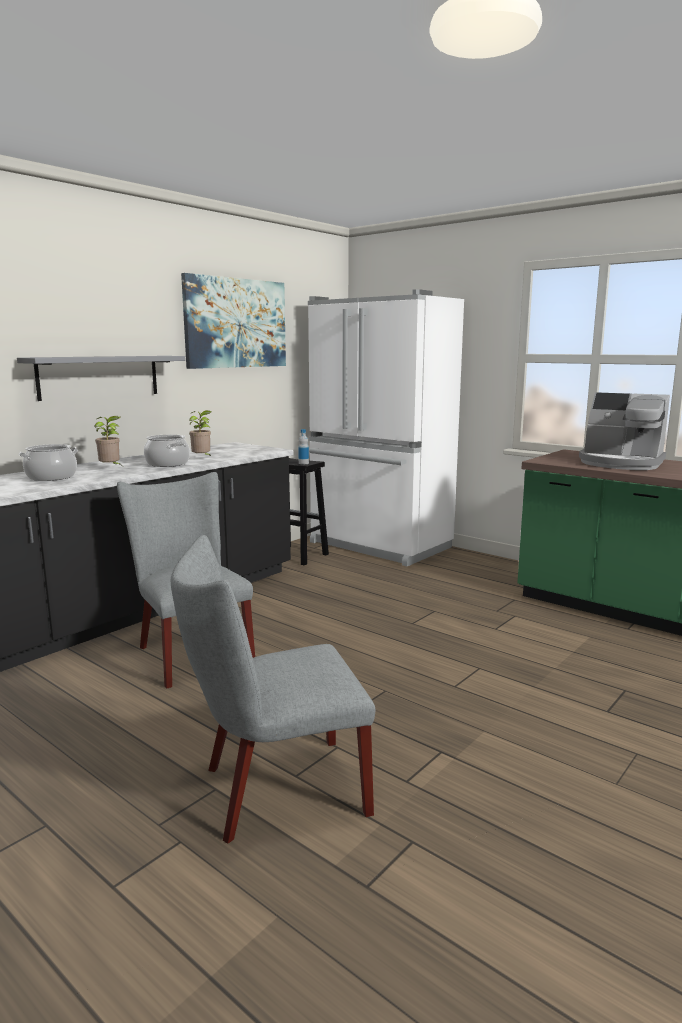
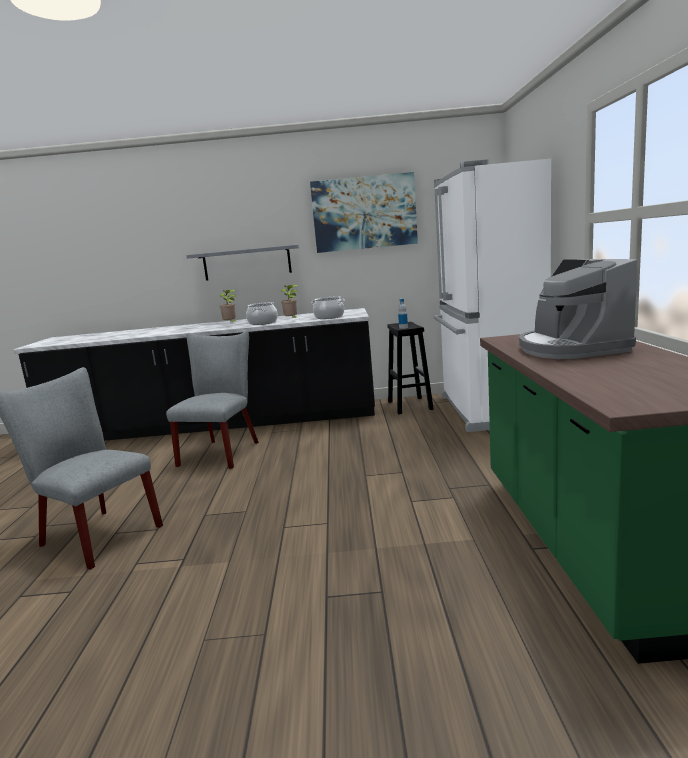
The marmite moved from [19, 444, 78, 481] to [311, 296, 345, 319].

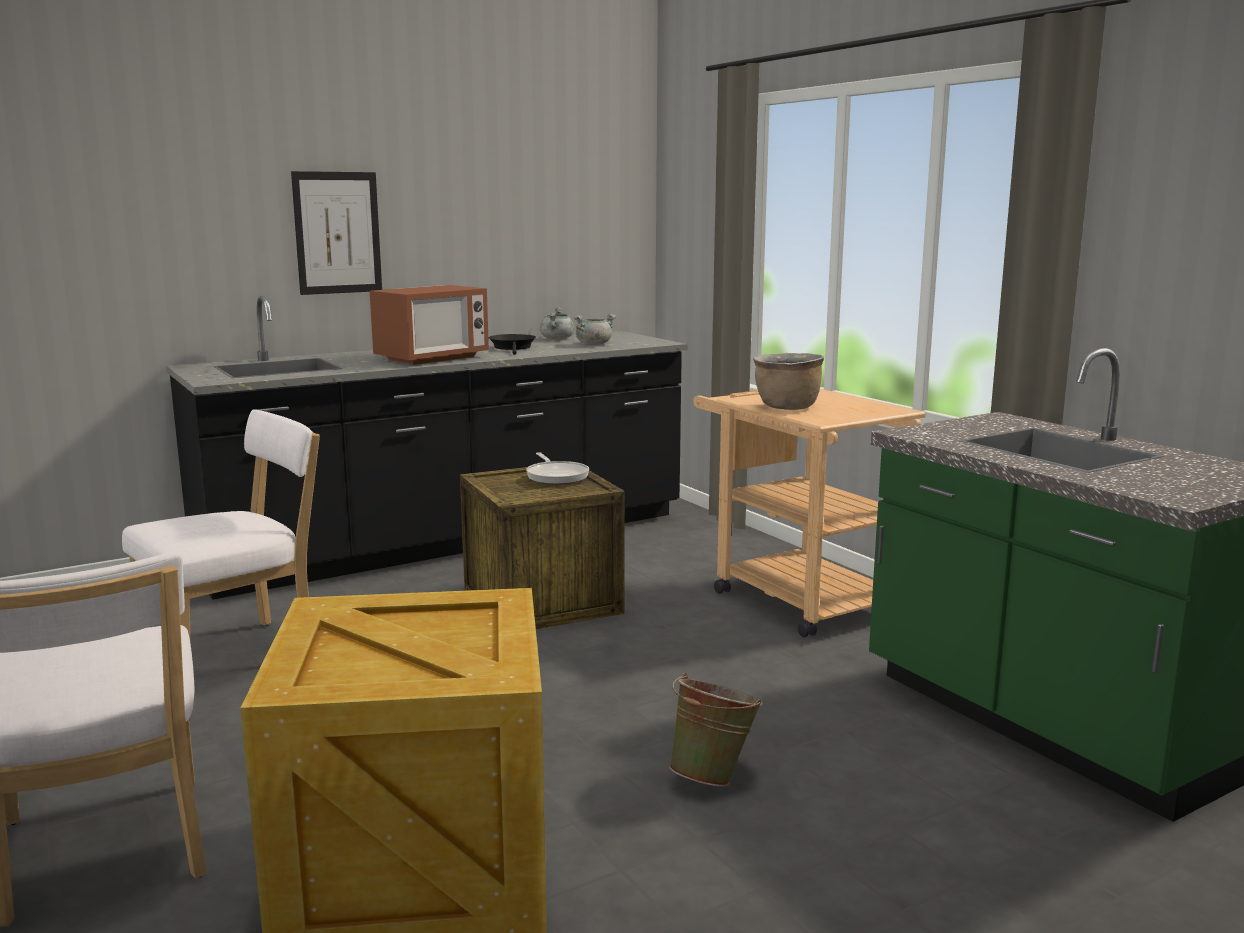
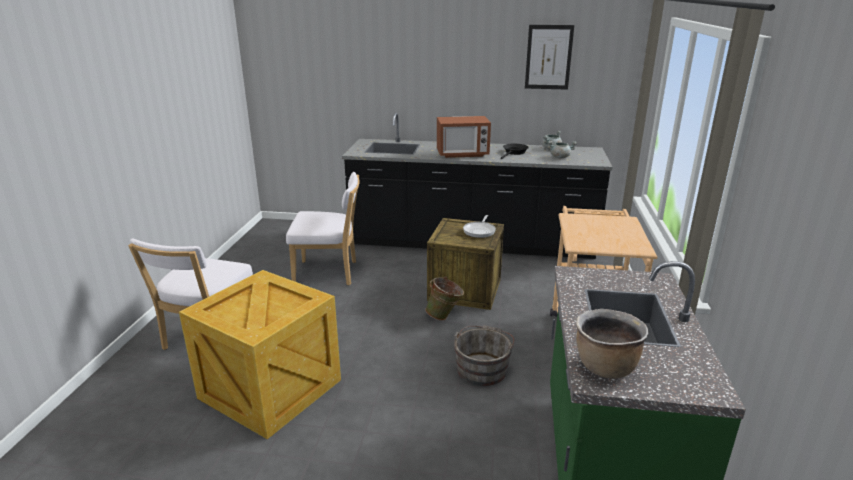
The seau (vert) moved from [669, 673, 763, 787] to [425, 276, 464, 321]. The seau (gris) at [454, 325, 514, 386] appeared. The tableau moved from [291, 171, 382, 295] to [525, 25, 574, 90]. The marmite (marron) moved from [753, 353, 824, 410] to [576, 309, 648, 379].

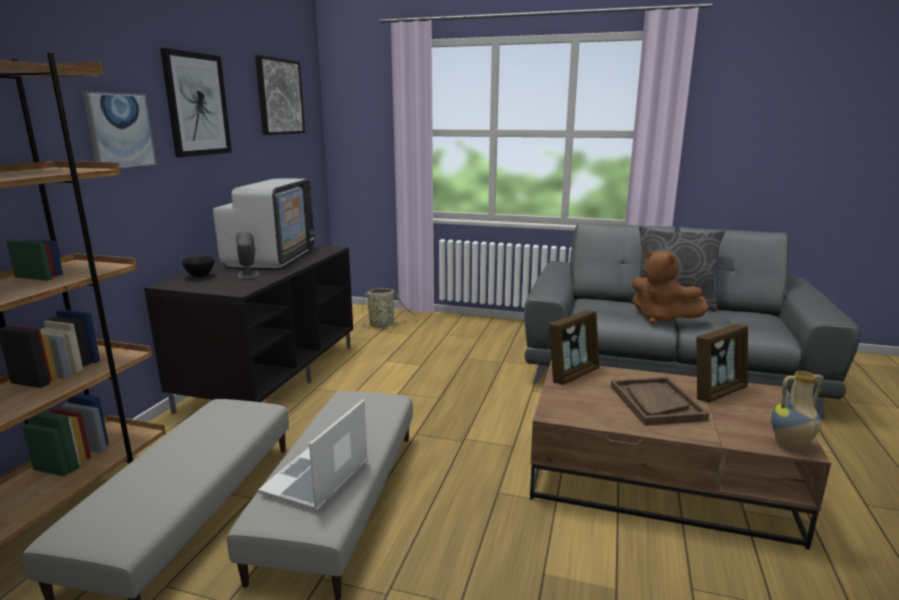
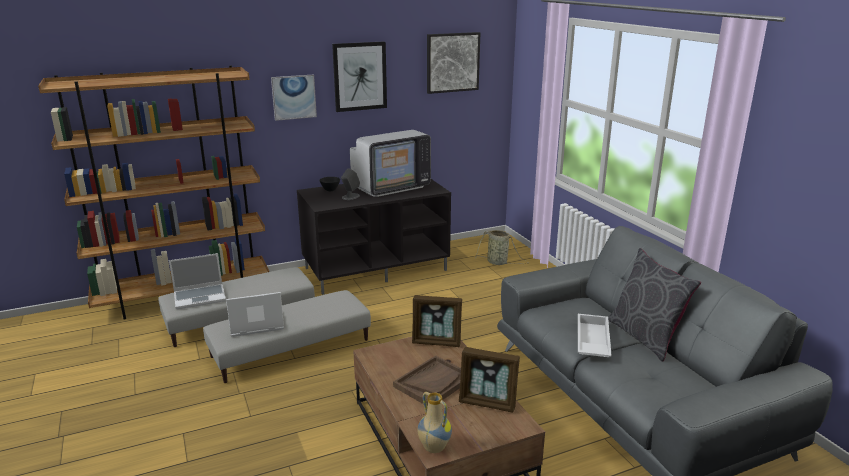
The ordinateur portable at [169, 253, 226, 309] appeared. The peluche (marron) at [632, 250, 709, 324] was replaced by the plateau (blanc) at [578, 314, 612, 357].

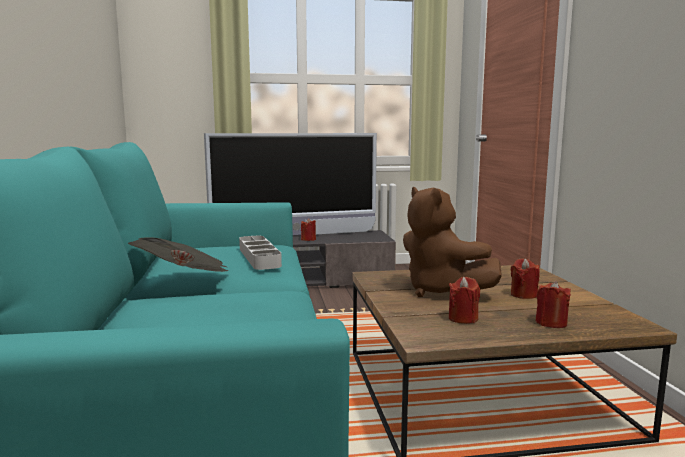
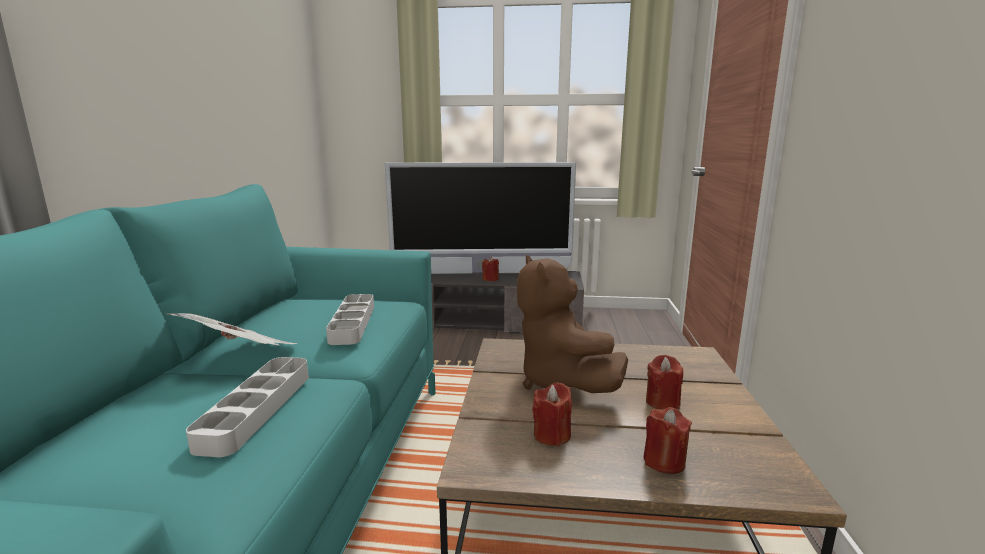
The plateau (gris) at [186, 357, 309, 457] appeared.

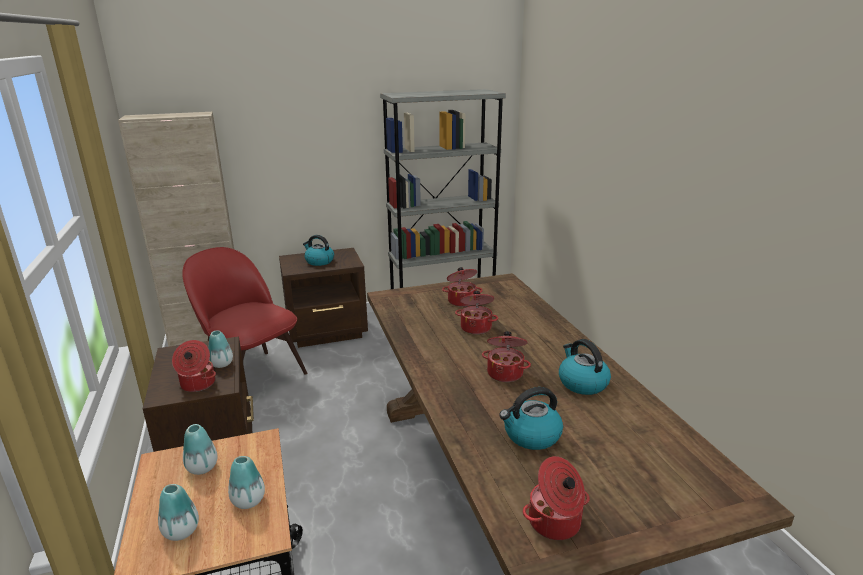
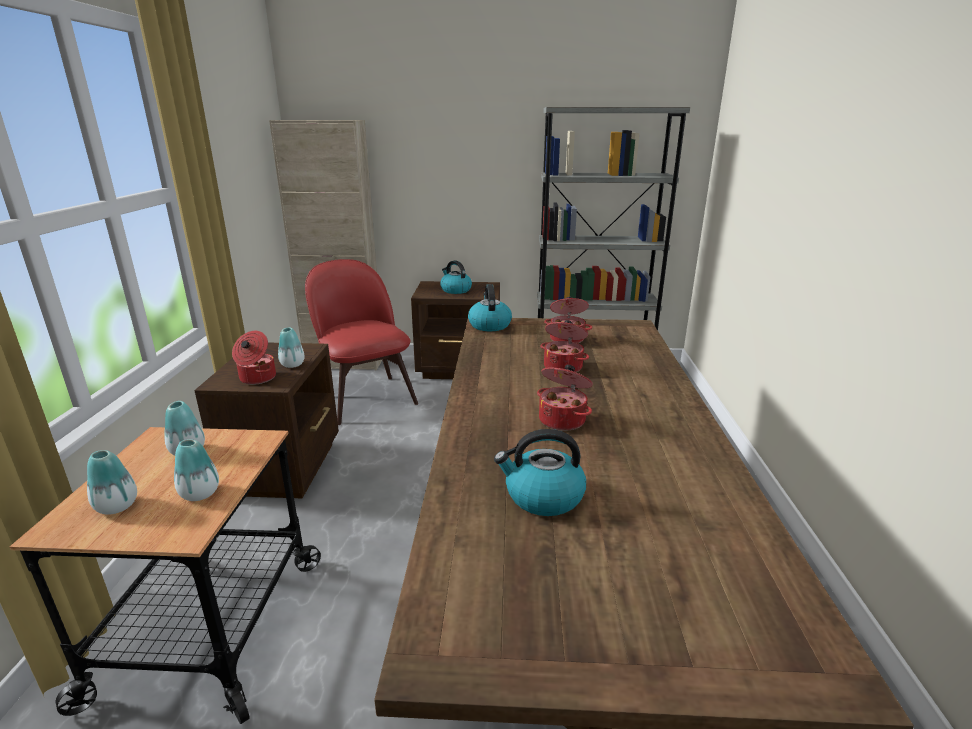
The bouilloire moved from [559, 339, 611, 395] to [468, 284, 512, 331]. The marmite at [523, 456, 590, 540] disappeared.

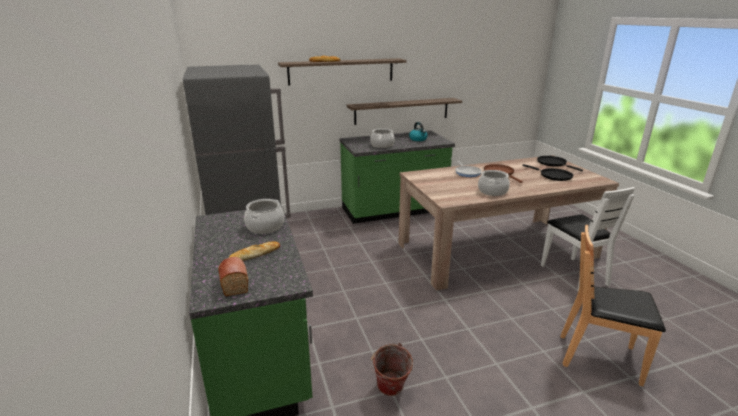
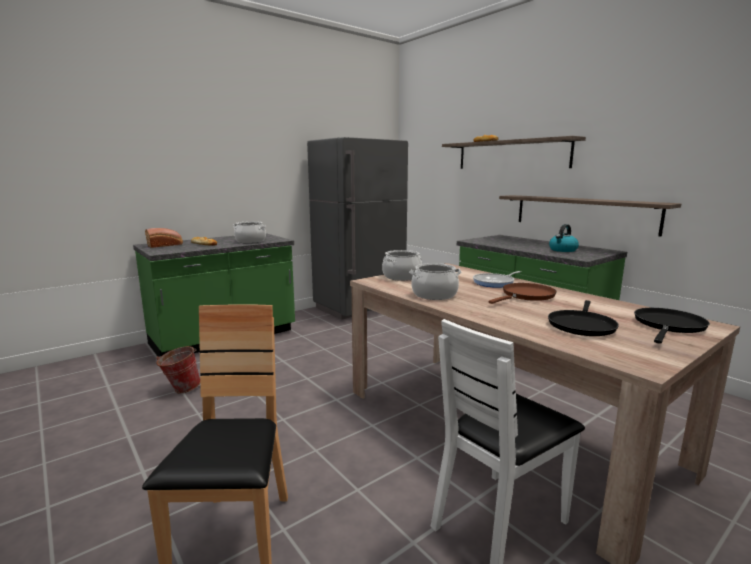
The marmite moved from [370, 128, 395, 148] to [382, 250, 422, 281].

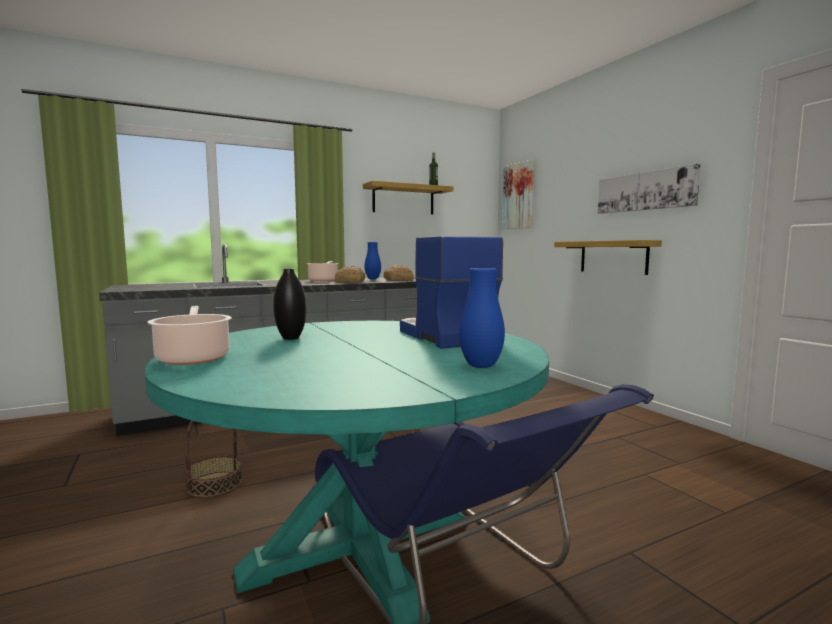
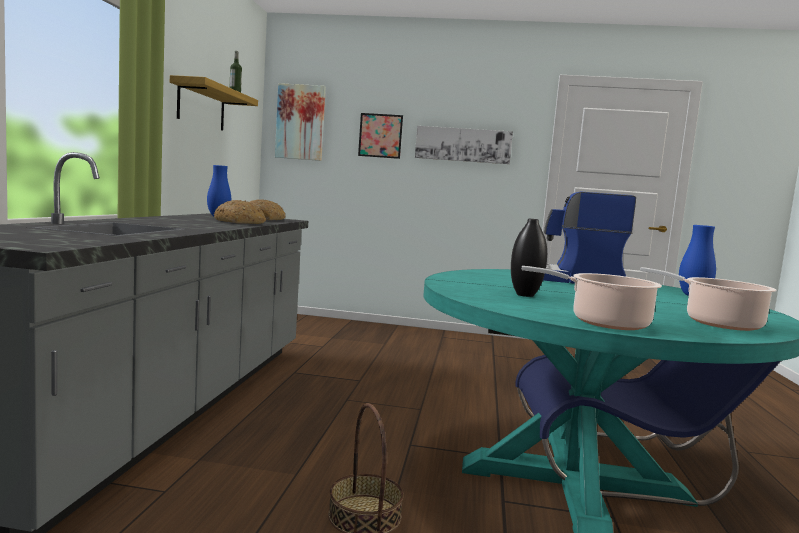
The tableau at [358, 113, 403, 159] appeared. The marmite moved from [308, 261, 339, 281] to [640, 267, 776, 331]. The étagère at [554, 240, 662, 275] disappeared.

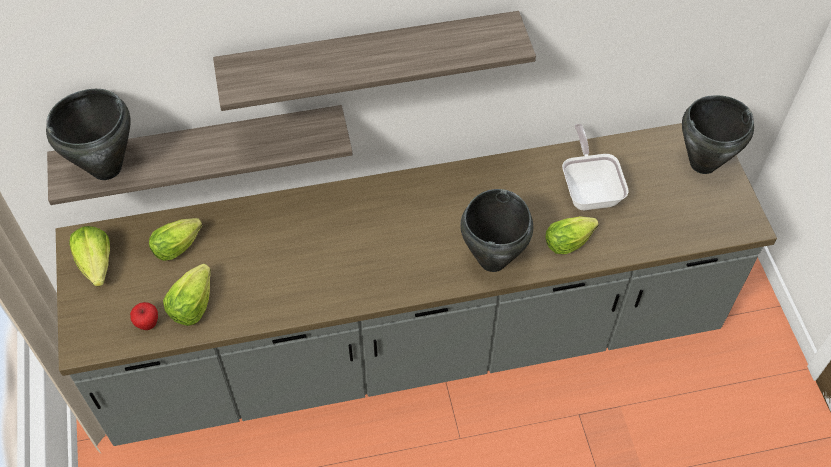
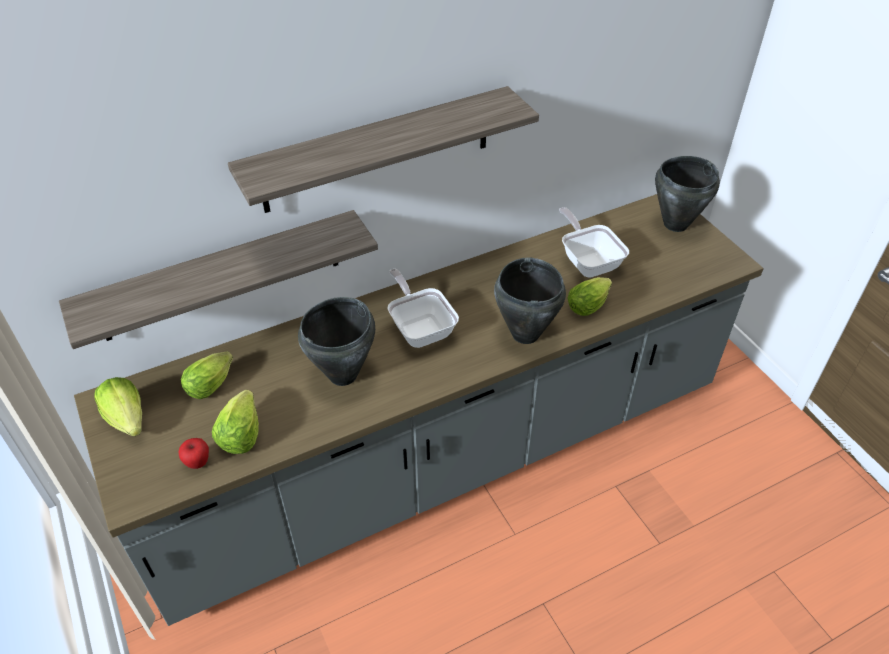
The marmite (noir) moved from [46, 89, 130, 180] to [298, 297, 375, 386]. The poêle at [387, 269, 459, 348] appeared.

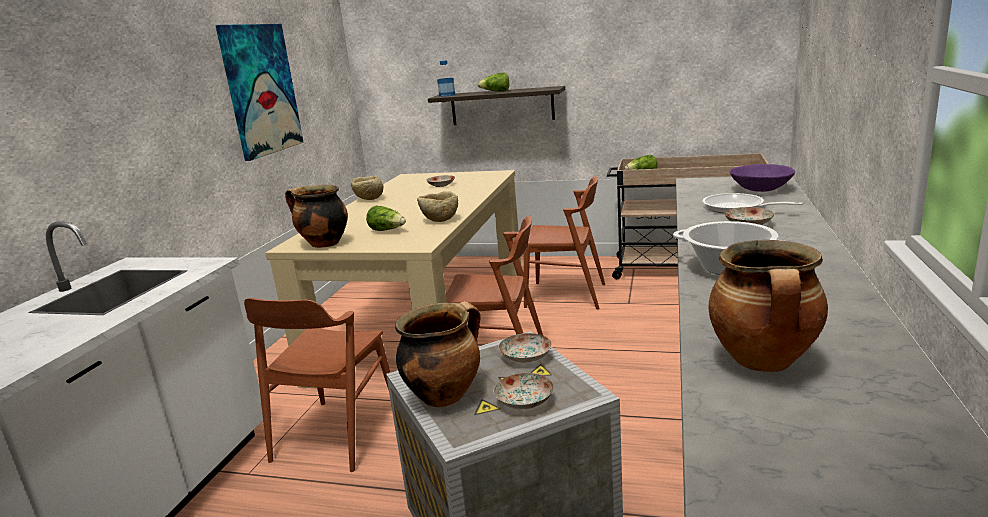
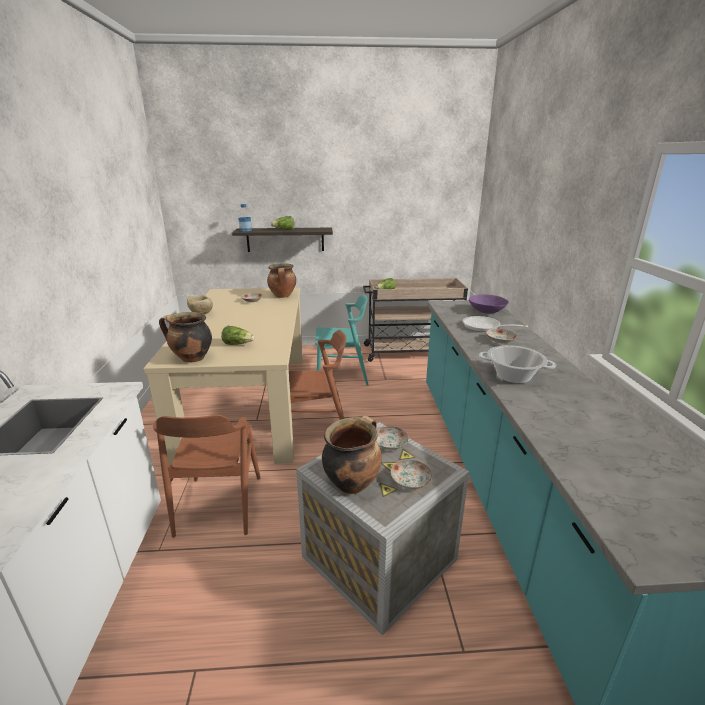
The marmite moved from [709, 240, 828, 372] to [267, 263, 296, 298]. The chaise (marron) at [524, 176, 605, 309] became the chaise (turquoise) at [315, 294, 368, 385]. The tableau at [215, 24, 304, 161] disappeared. The bol (beige) at [417, 191, 458, 222] disappeared.

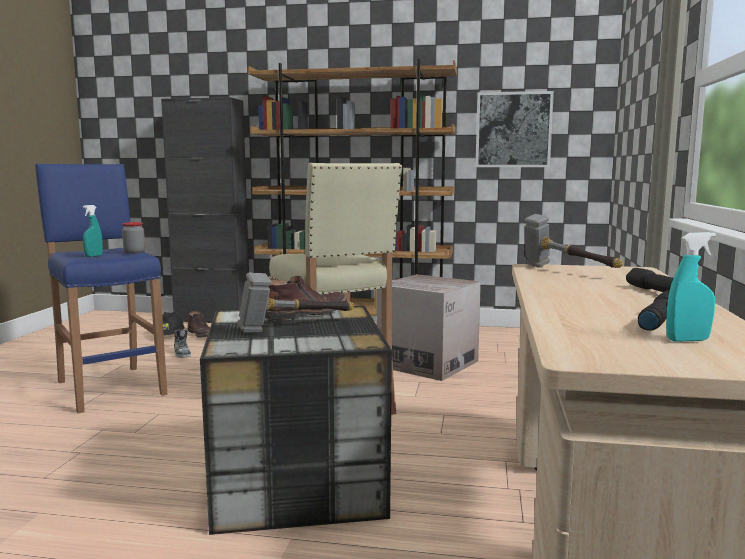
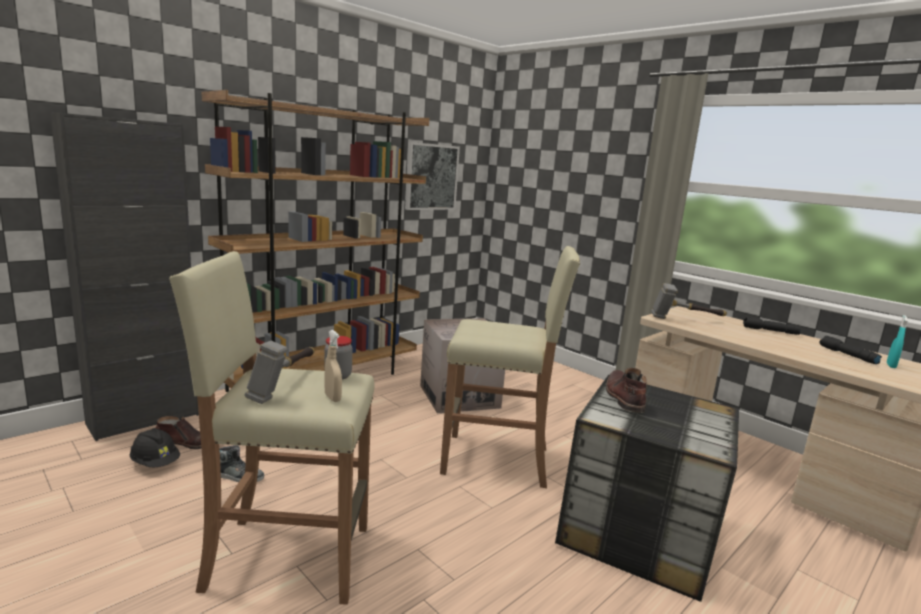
The tabouret (bleu) at [35, 164, 167, 413] became the tabouret (beige) at [169, 251, 375, 605]. The marteau moved from [238, 272, 354, 333] to [244, 341, 314, 404]. The vaporisateur (turquoise) at [83, 205, 103, 257] became the vaporisateur (beige) at [325, 330, 342, 402].

